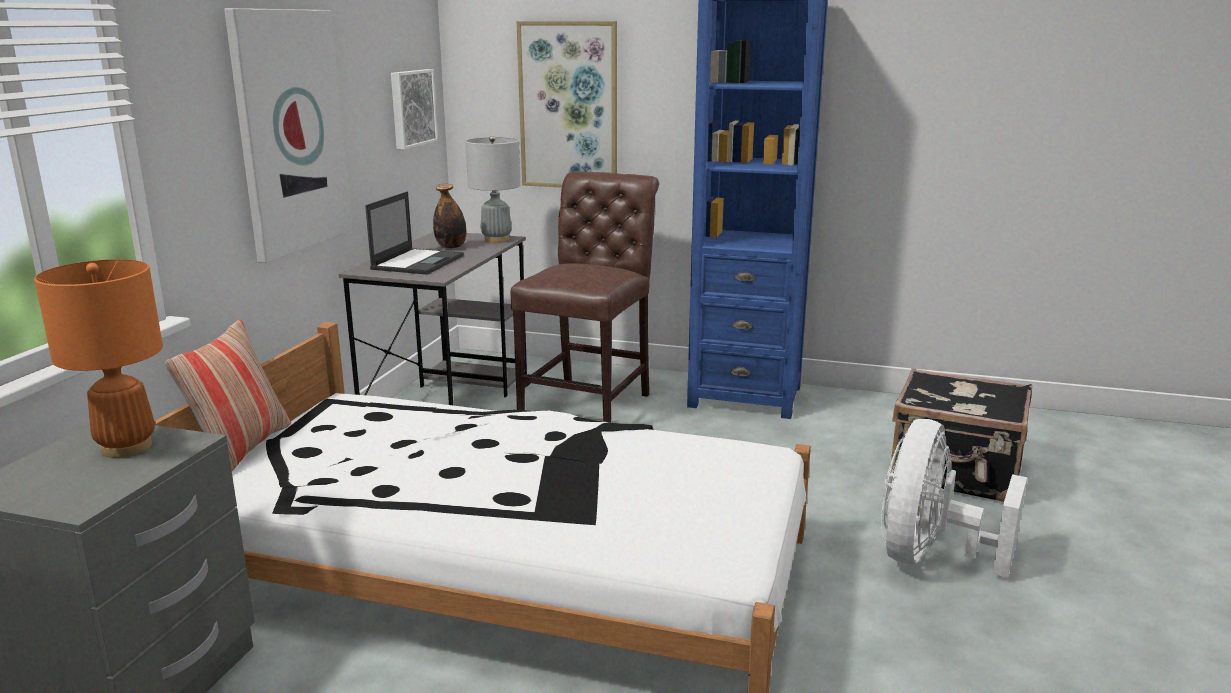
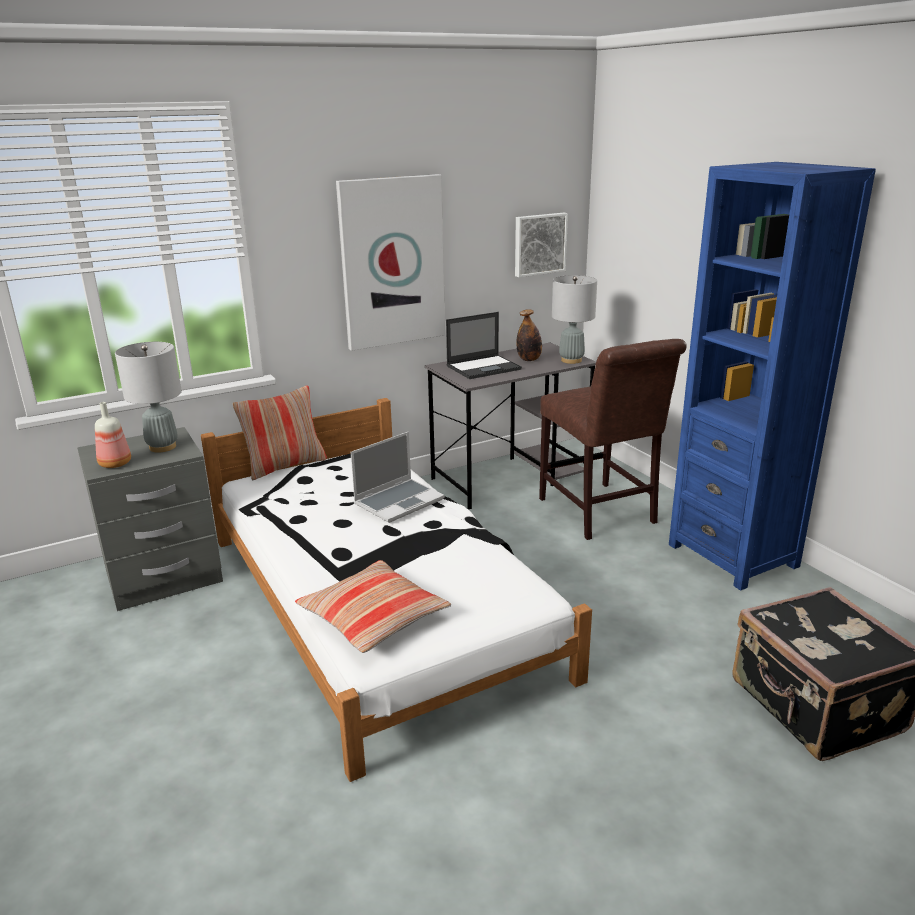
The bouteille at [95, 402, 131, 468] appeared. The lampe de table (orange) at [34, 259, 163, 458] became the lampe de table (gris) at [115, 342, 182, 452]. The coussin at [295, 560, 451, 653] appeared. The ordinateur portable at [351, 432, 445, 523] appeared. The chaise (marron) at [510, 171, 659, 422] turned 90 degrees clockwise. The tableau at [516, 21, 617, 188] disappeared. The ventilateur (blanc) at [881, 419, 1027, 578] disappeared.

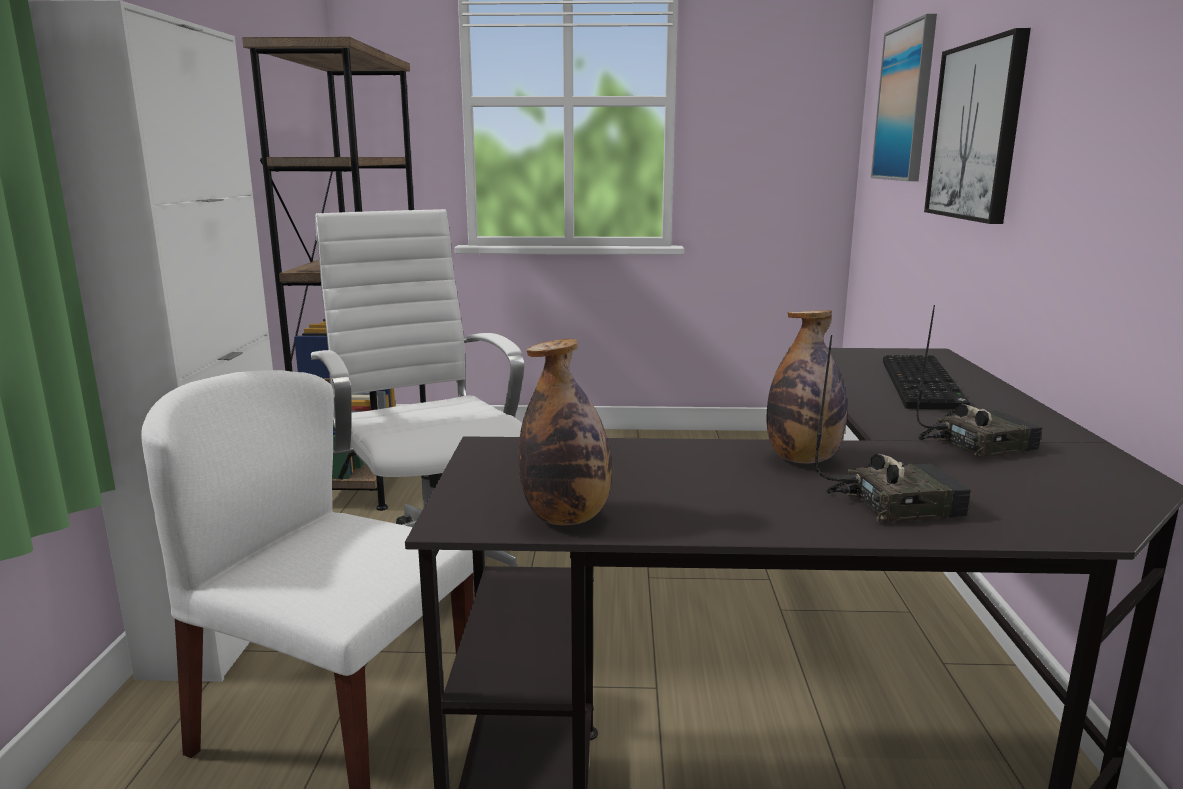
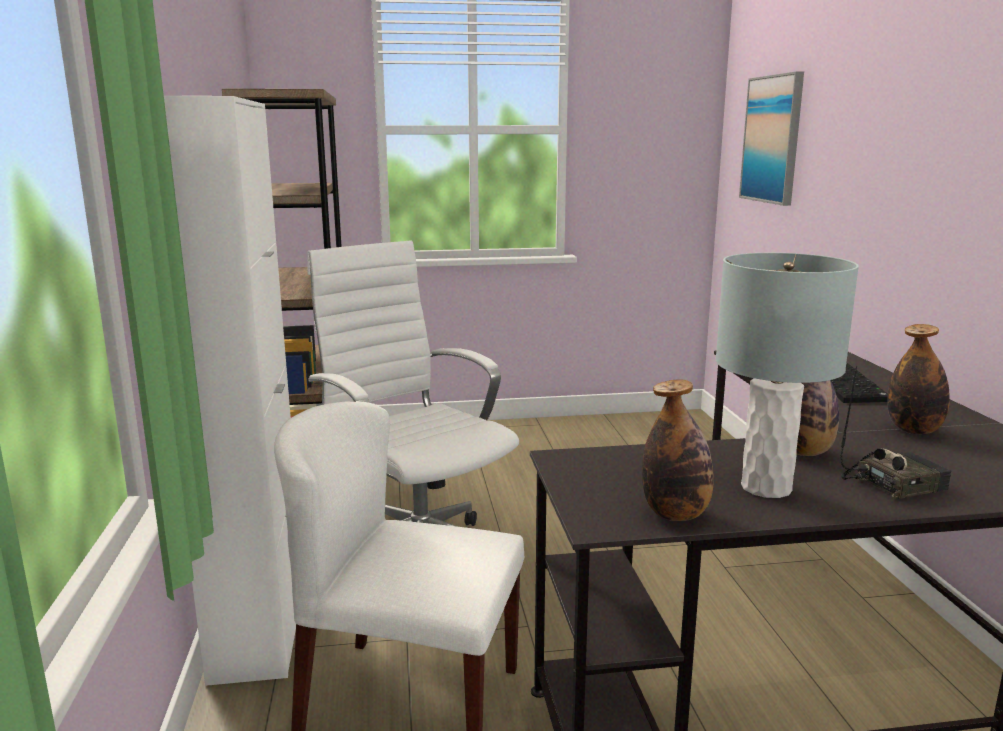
The lampe de table (gris) at [716, 253, 859, 498] appeared. The radio at [916, 305, 1042, 458] was replaced by the bouteille at [887, 324, 950, 434]. The tableau at [924, 28, 1031, 224] disappeared.

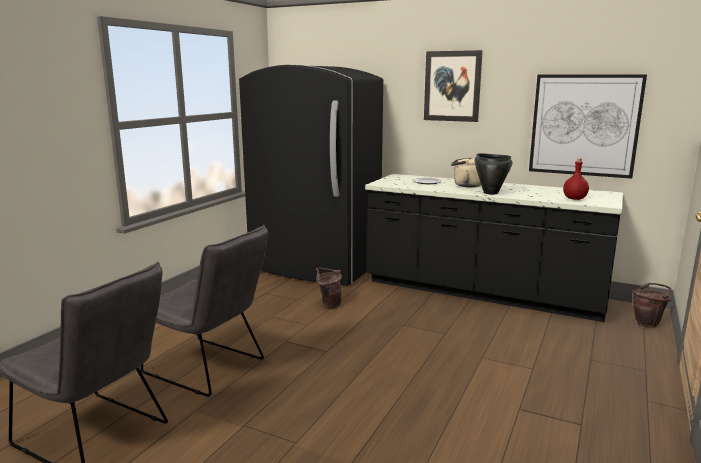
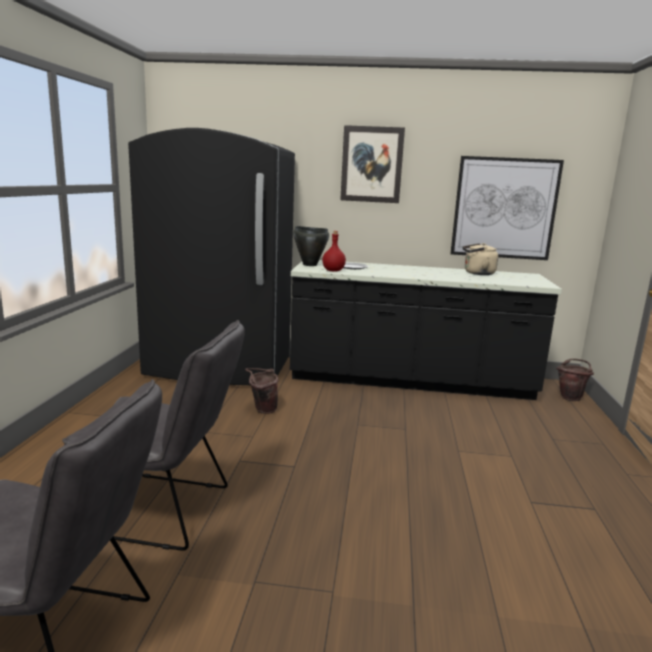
The marmite (noir) moved from [475, 153, 512, 194] to [293, 226, 329, 266]. The bouteille (rouge) moved from [563, 158, 589, 200] to [322, 231, 346, 272]. The bouilloire (beige) moved from [451, 157, 481, 187] to [463, 243, 498, 275].

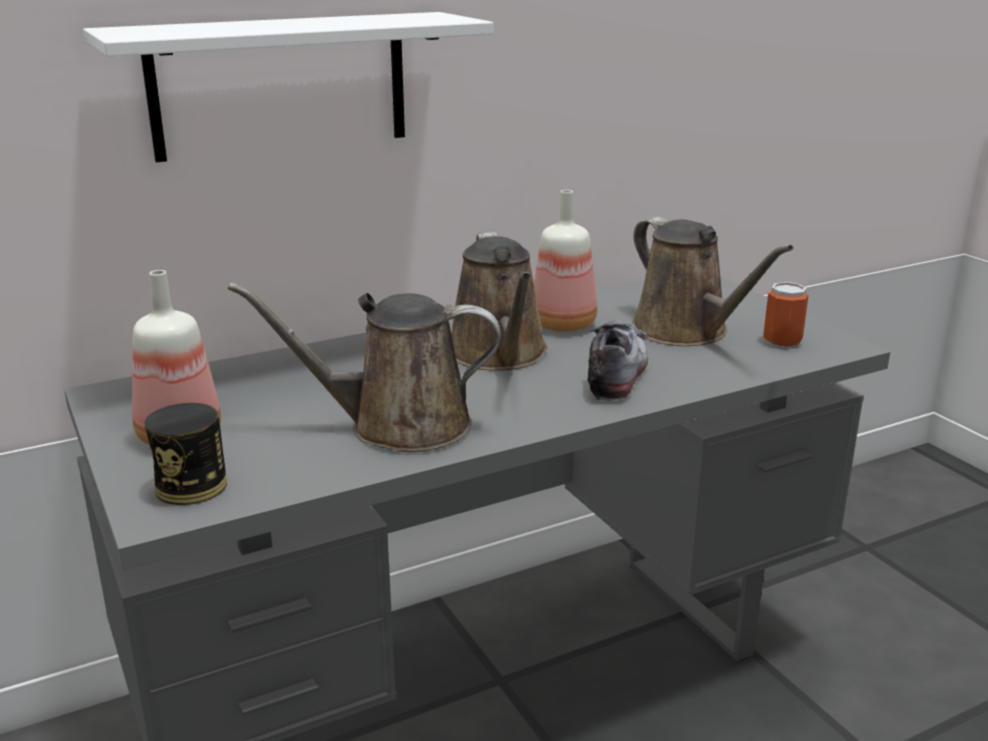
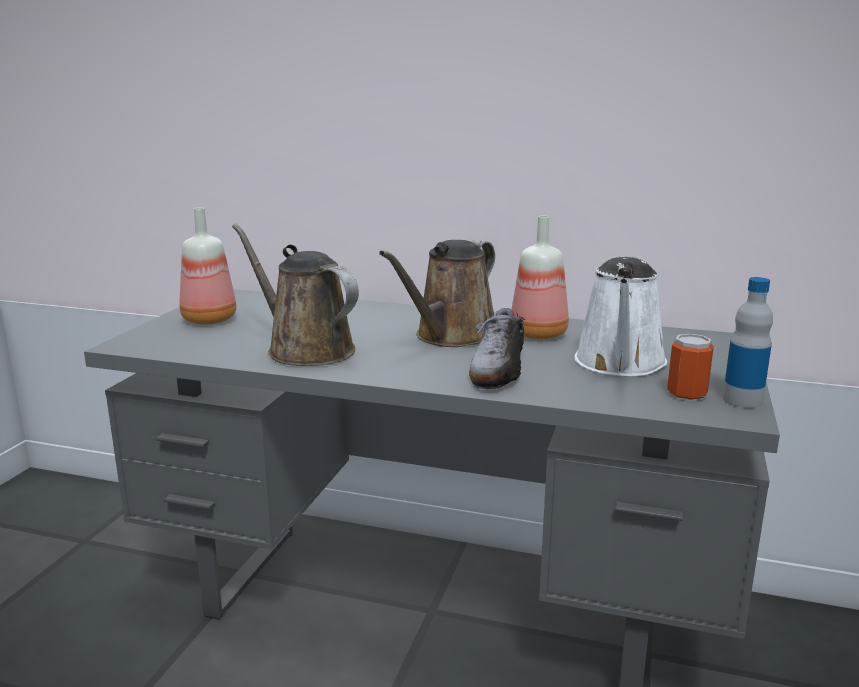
The chaussure at [588, 321, 648, 401] turned 135 degrees clockwise. The arrosoir (marron) at [632, 217, 794, 346] became the arrosoir (blanc) at [574, 256, 667, 377]. The bouteille at [723, 277, 773, 408] appeared. The étagère (blanc) at [83, 12, 493, 162] disappeared. The boîte métallique at [144, 403, 227, 505] disappeared.

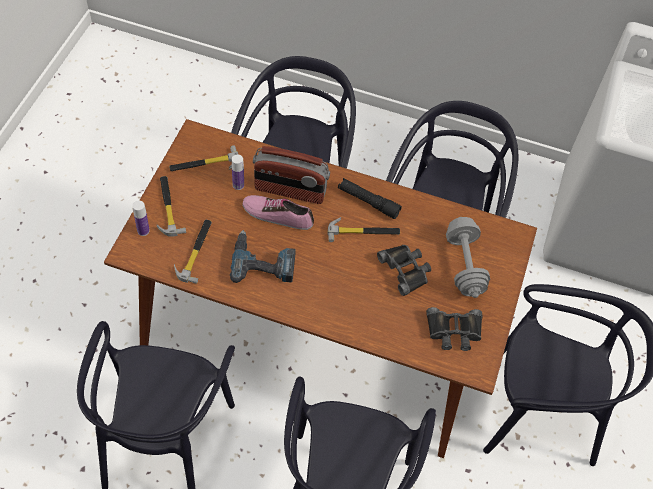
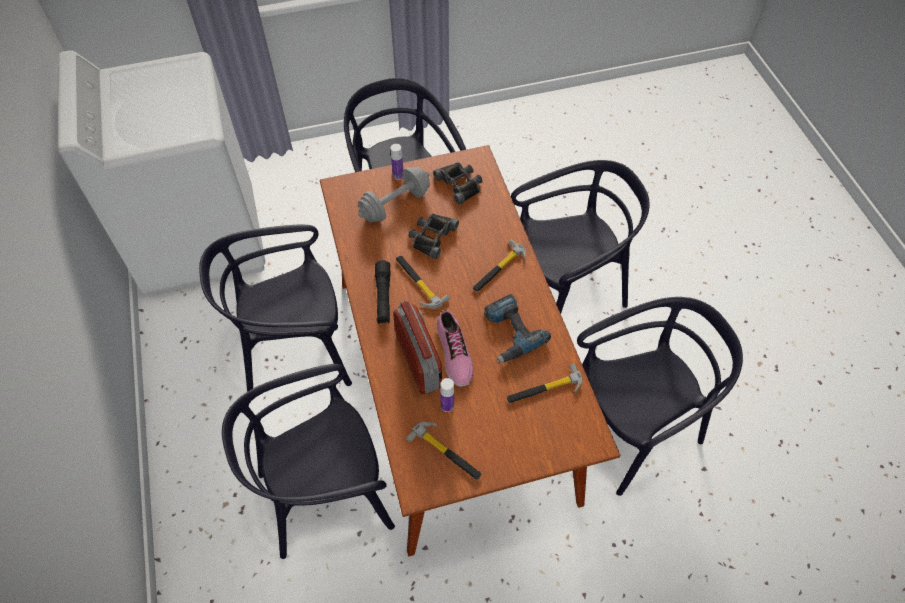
The bouteille moved from [132, 201, 150, 236] to [391, 144, 403, 180]. The marteau moved from [157, 176, 186, 237] to [473, 239, 526, 292].

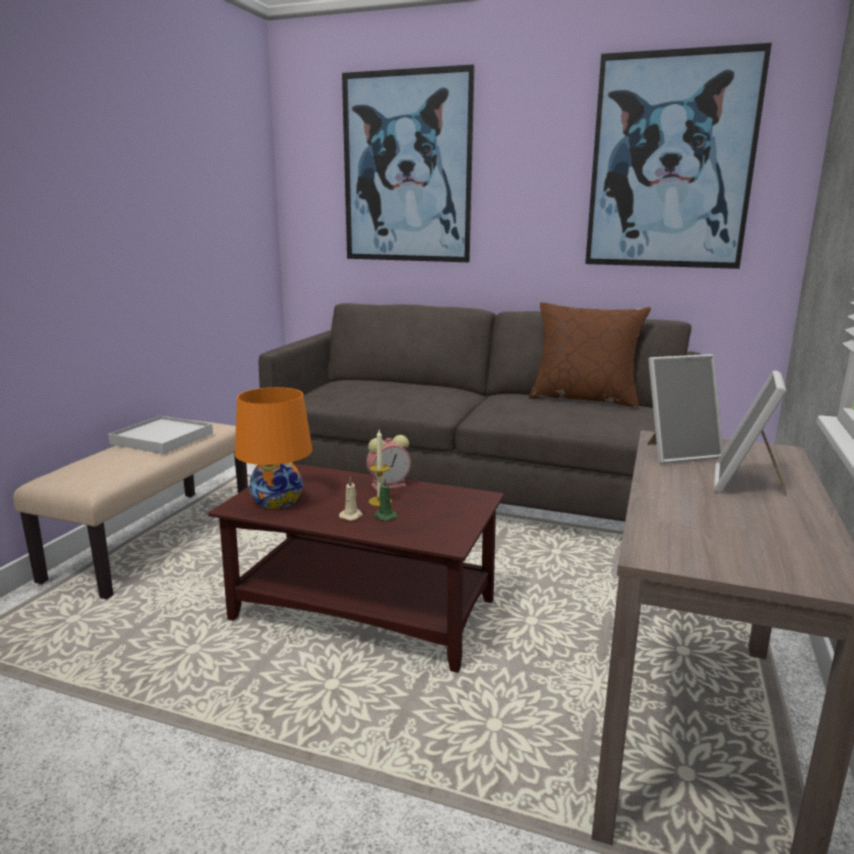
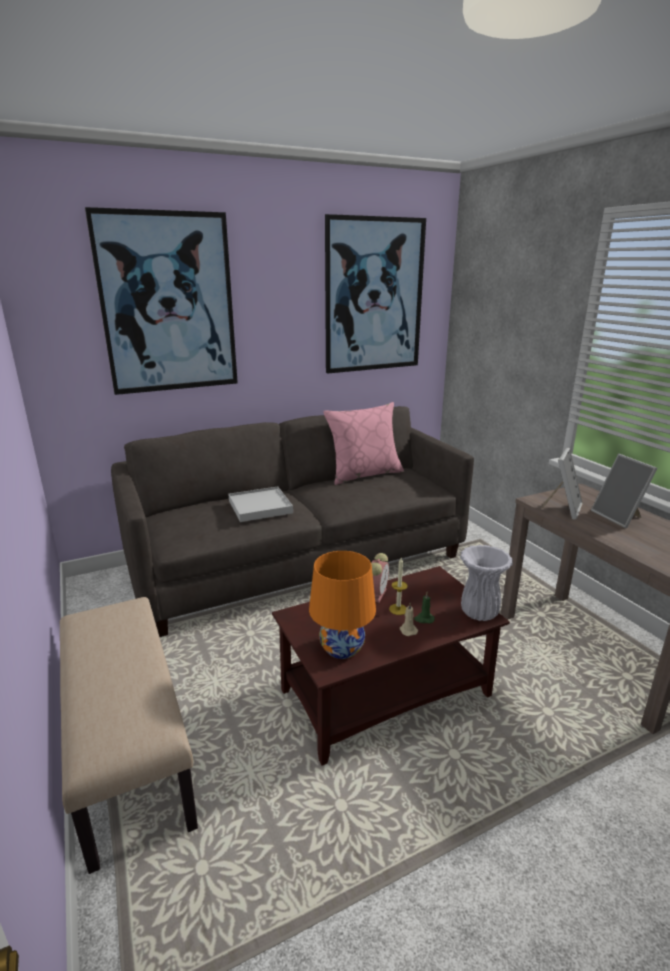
The plateau (blanc) moved from [108, 416, 213, 454] to [228, 486, 293, 522]. The coussin (marron) at [528, 302, 651, 408] became the coussin (rose) at [323, 402, 404, 485]. The vase (blanc) at [460, 545, 513, 621] appeared.

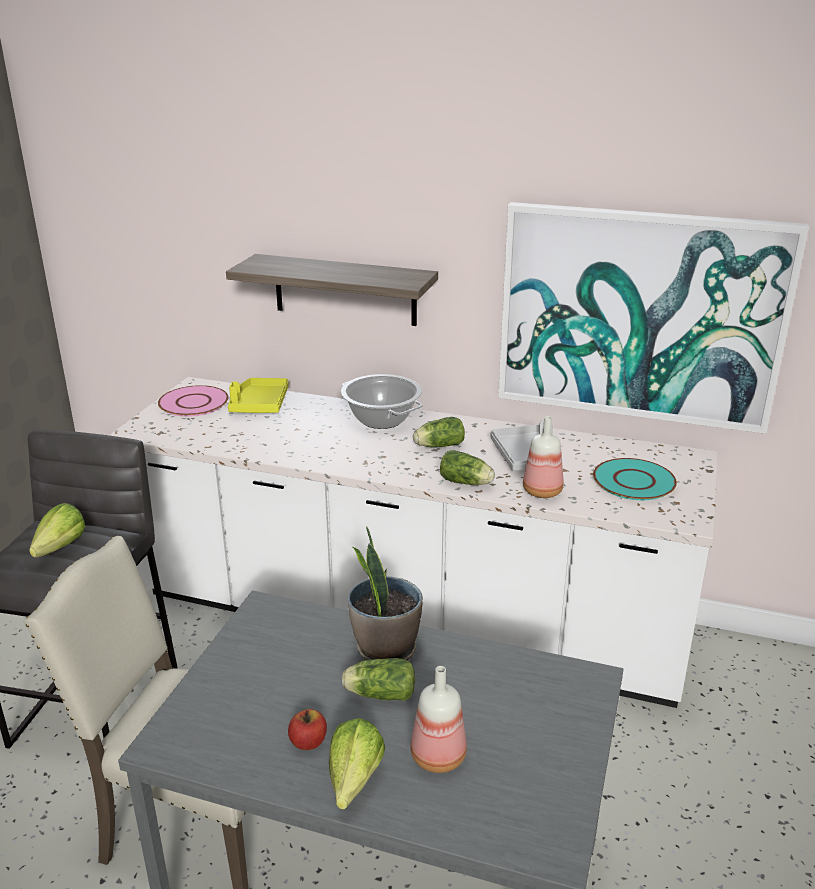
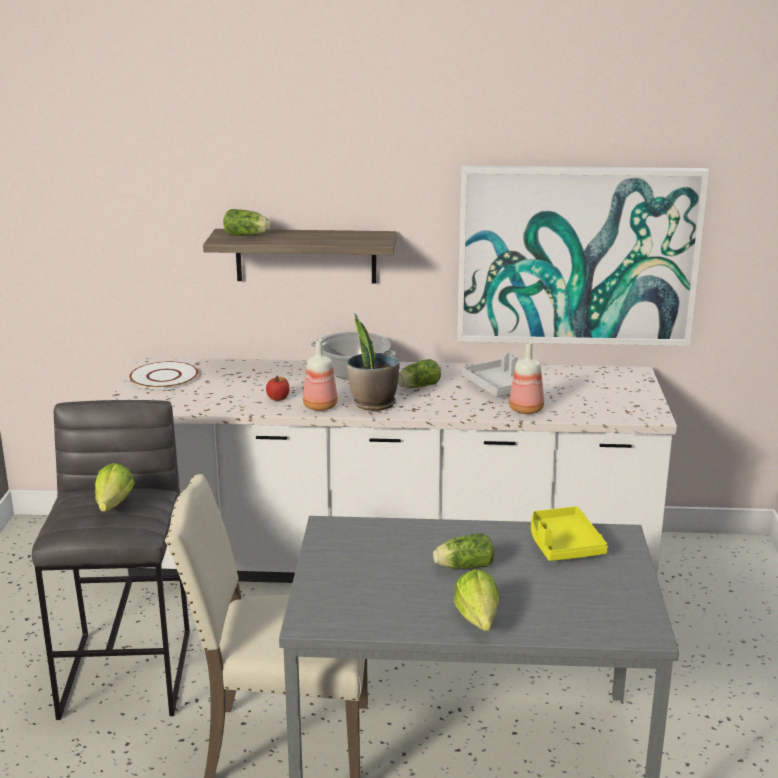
The assiette (rose) at [158, 385, 229, 417] became the assiette (blanc) at [129, 361, 198, 389]. The laitue moved from [440, 450, 495, 485] to [223, 209, 271, 236]. The pomme moved from [288, 709, 327, 750] to [266, 376, 289, 401]. The bouteille moved from [411, 666, 467, 773] to [303, 339, 338, 411]. The plante en pot moved from [348, 526, 423, 660] to [347, 313, 399, 411]. The plateau (jaune) moved from [228, 378, 289, 413] to [531, 506, 608, 561]. The assiette (turquoise) at [593, 458, 677, 500] disappeared.

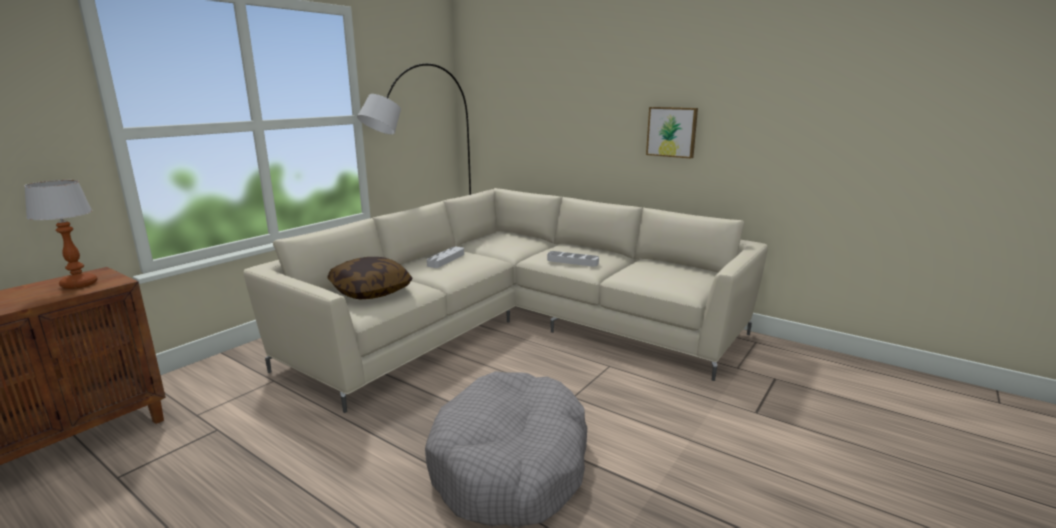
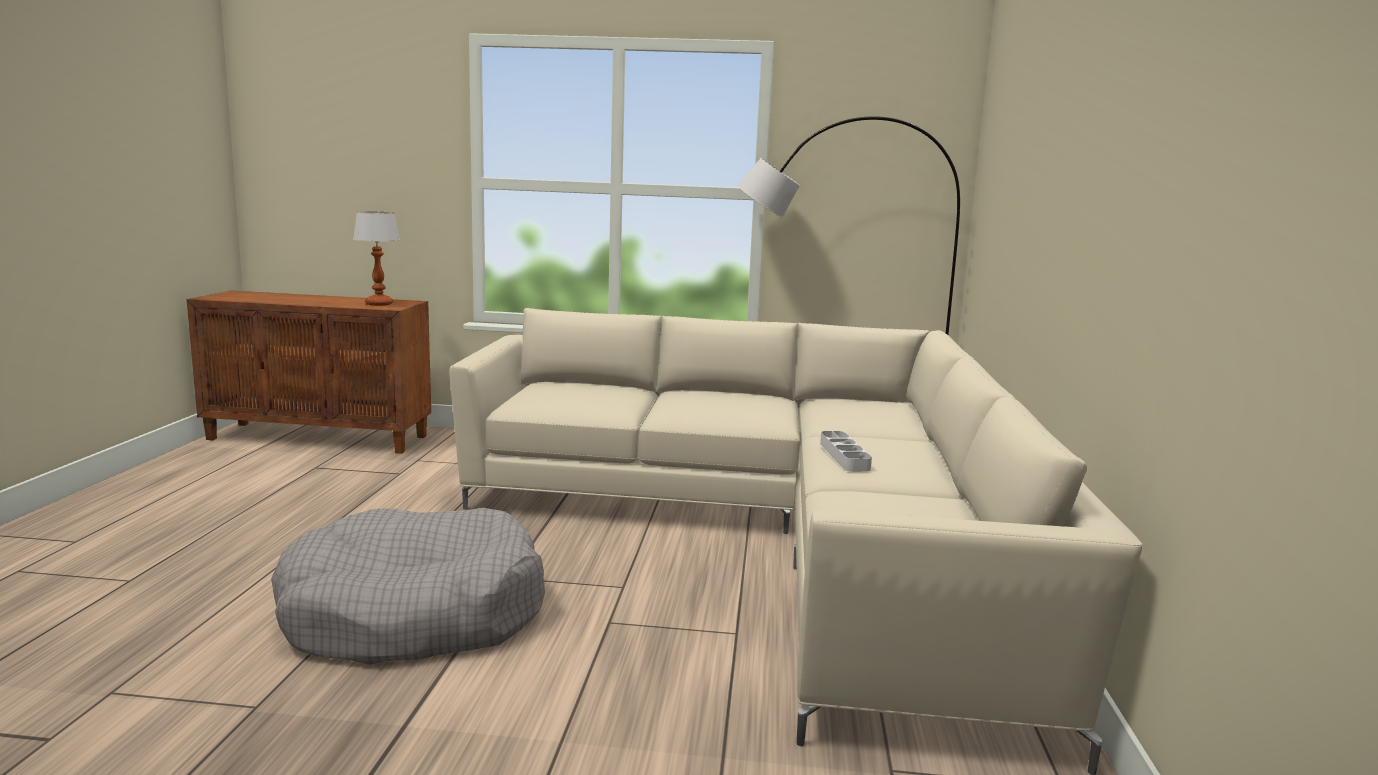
The coussin at [327, 257, 413, 299] disappeared. The plateau (gris) at [427, 247, 464, 268] disappeared. The tableau at [646, 107, 698, 158] disappeared.

